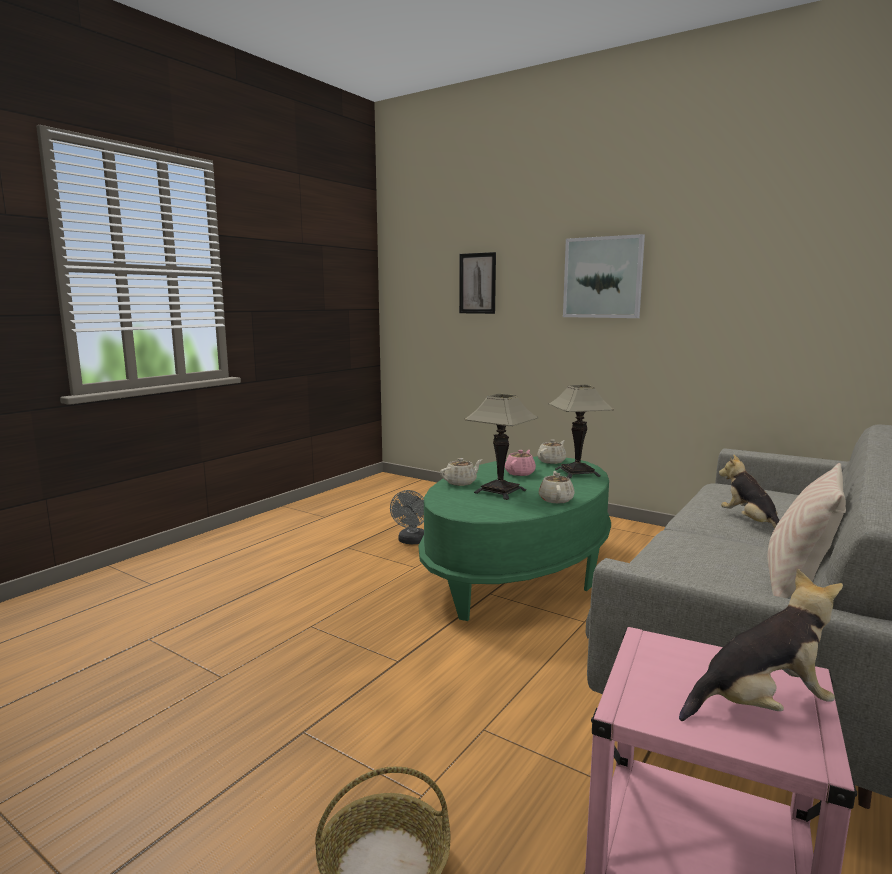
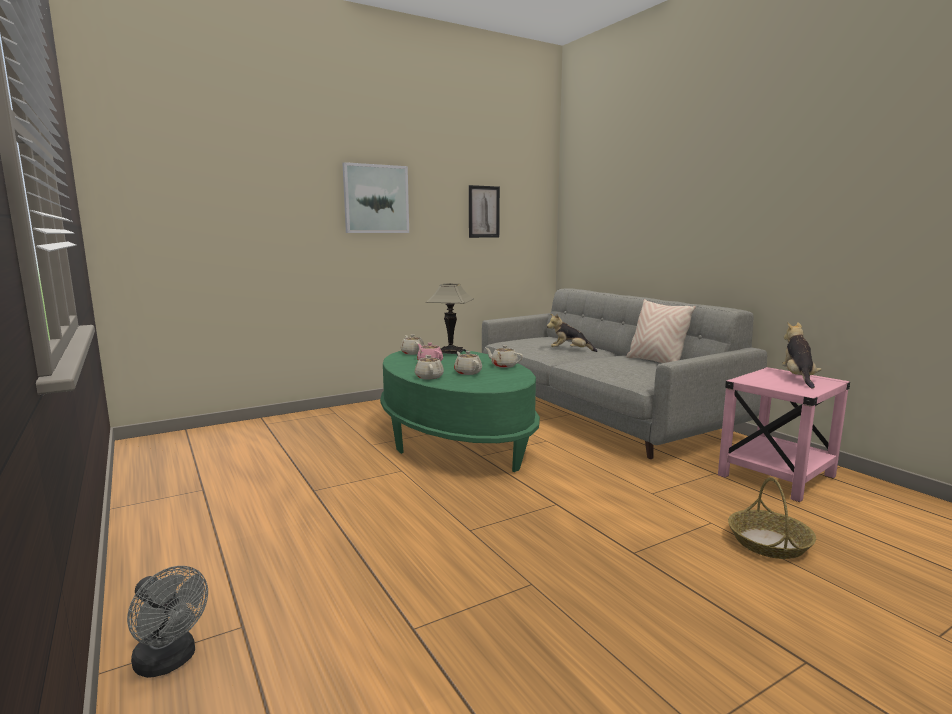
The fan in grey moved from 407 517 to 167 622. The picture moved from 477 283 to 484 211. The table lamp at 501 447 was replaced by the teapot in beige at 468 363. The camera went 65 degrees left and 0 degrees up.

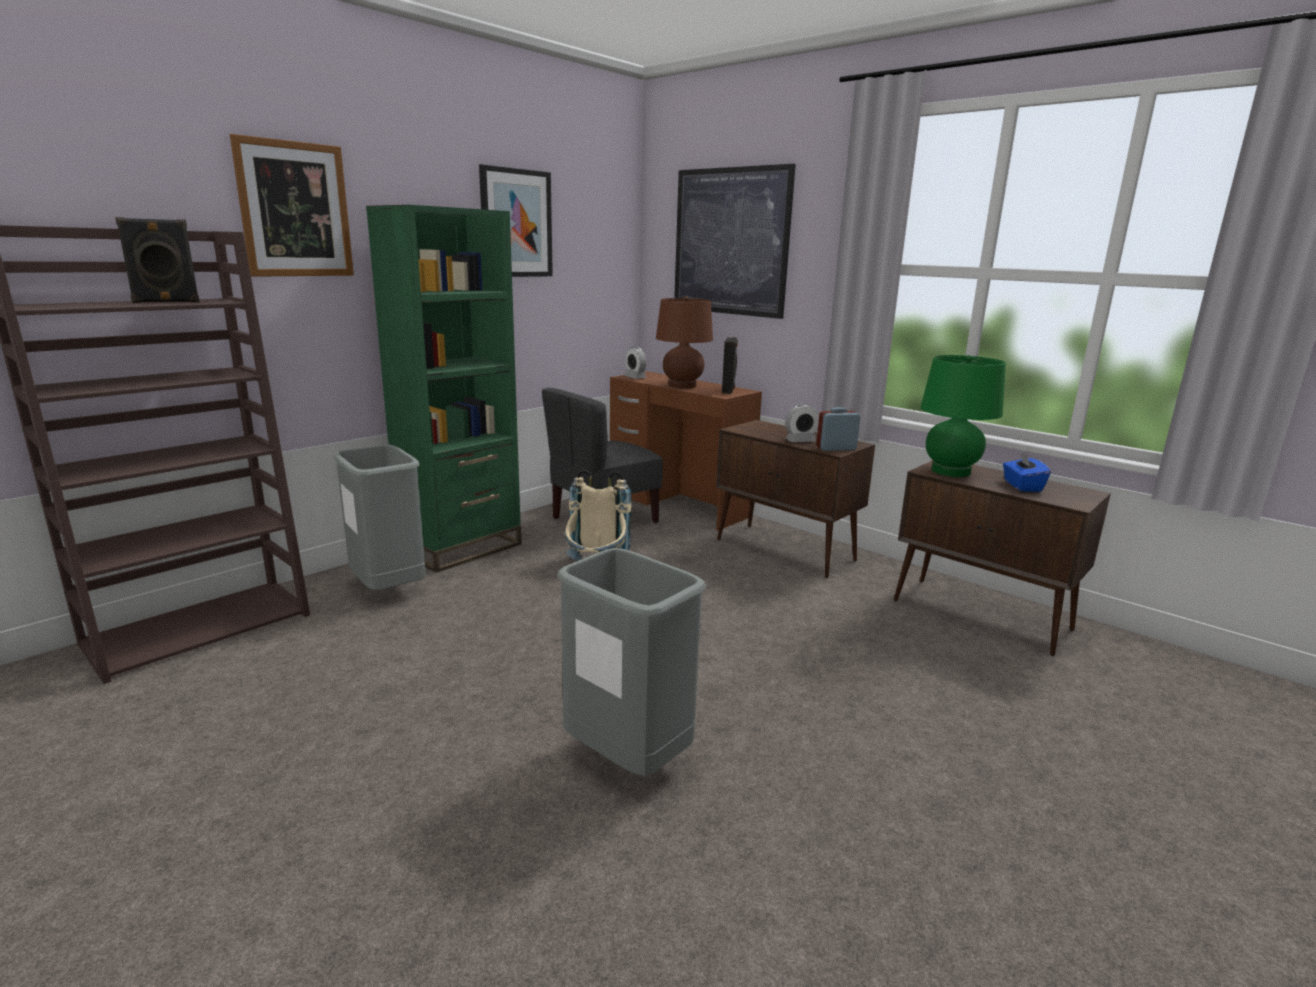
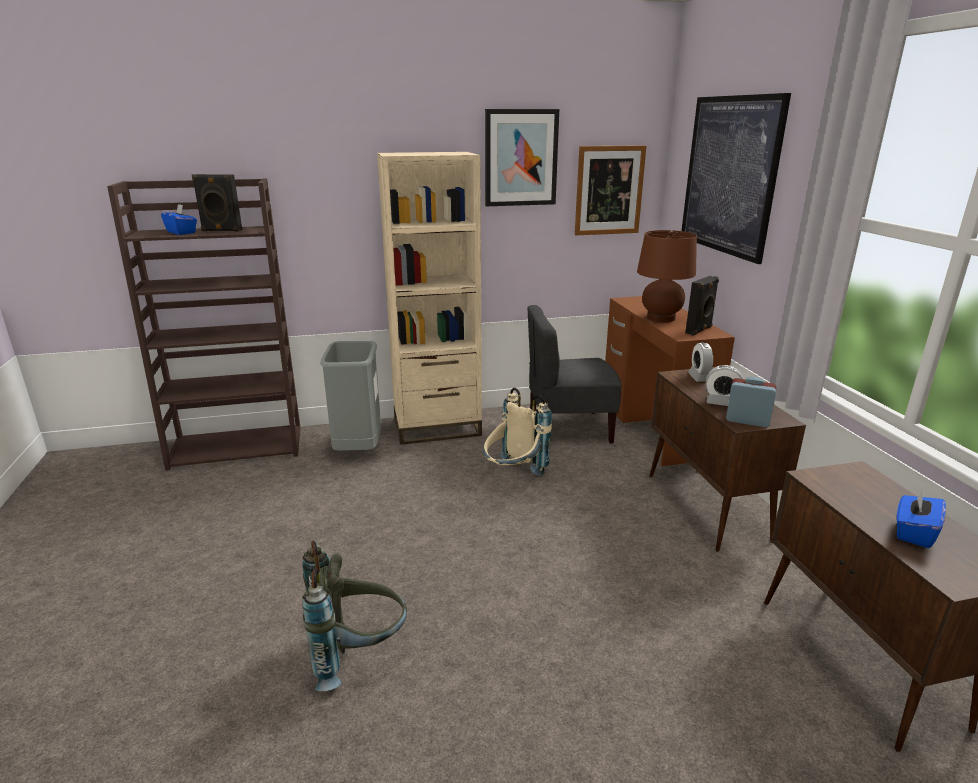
The picture moved from 292 205 to 610 190. The bookcase in green at 444 389 became the bookcase in beige at 429 298. The trash can in grey at 631 662 was replaced by the backpack in grey at 354 616. The alarm clock moved from 635 363 to 700 362. The table lamp in green at 963 416 disappeared. The tissue box in blue at 179 219 appeared. The camera went 35 degrees right and 5 degrees up.

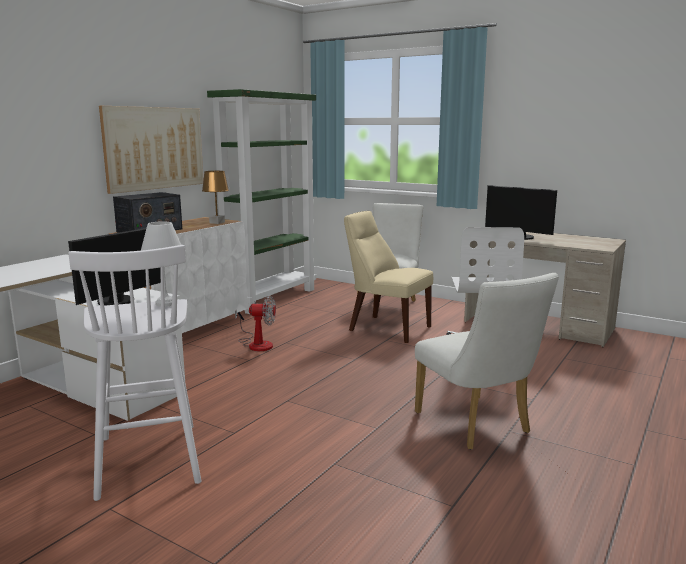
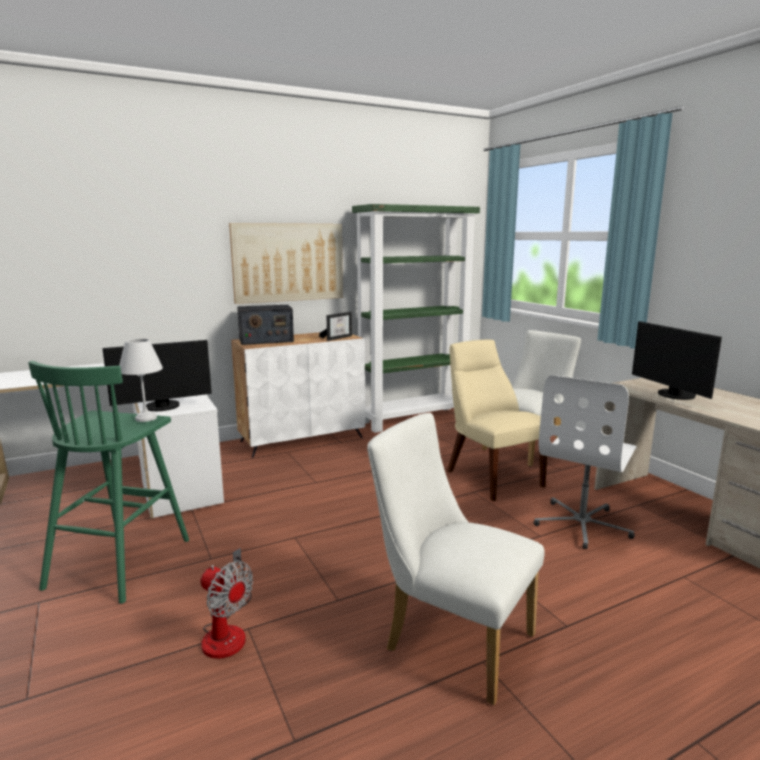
The stool in white at 134 373 became the stool in green at 108 482. The table lamp in brown at 215 197 was replaced by the picture frame at 335 326. The fan moved from 255 323 to 227 603. The chair in white at 487 361 turned 120 degrees clockwise. The camera went 30 degrees right and 0 degrees up.

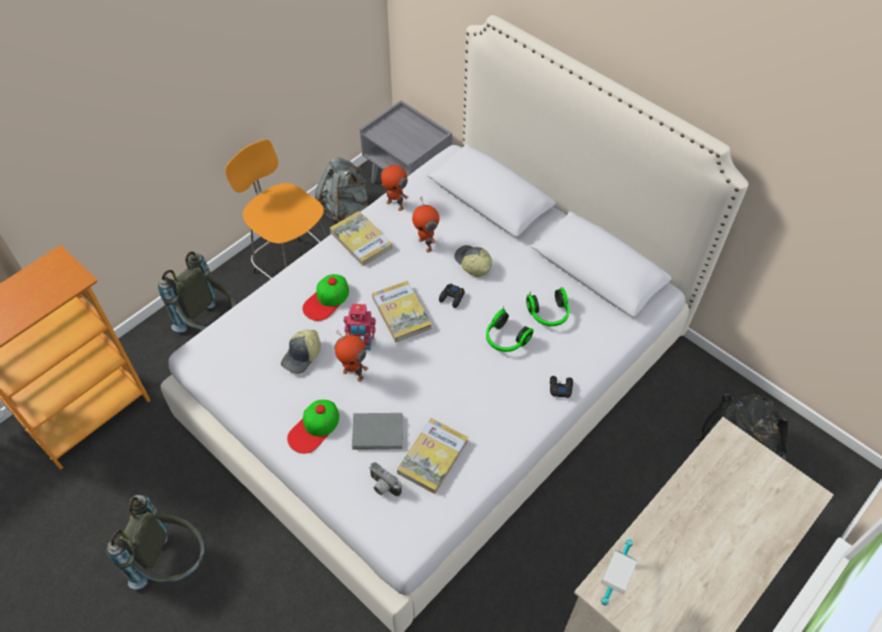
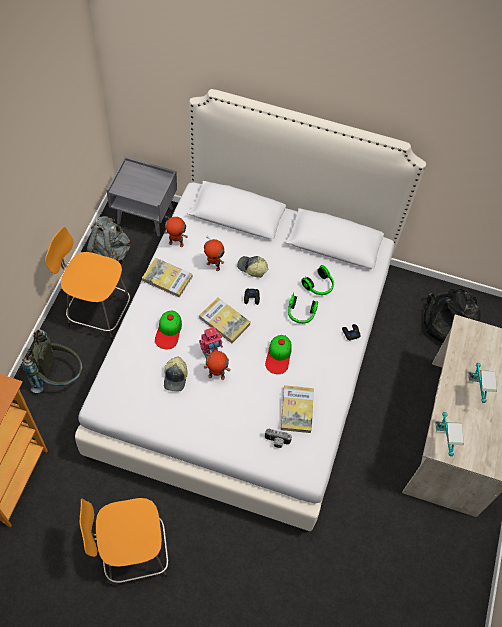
The backpack in grey at 155 542 was replaced by the stool in orange at 124 542. The cap moved from 313 427 to 278 354. The book in grey at 377 431 disappeared. The table lamp at 482 383 appeared. The camera went 30 degrees left and 5 degrees up.

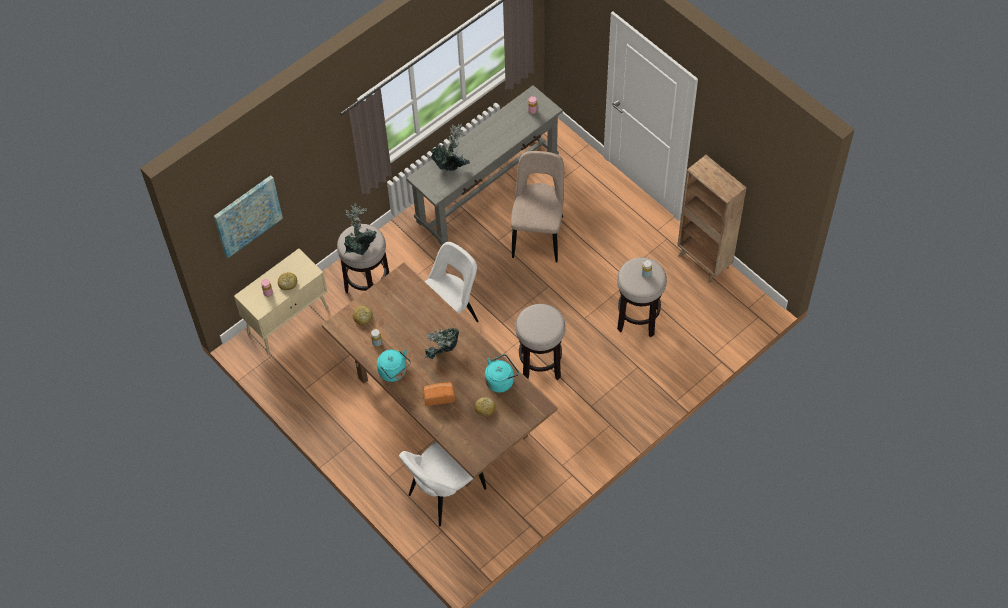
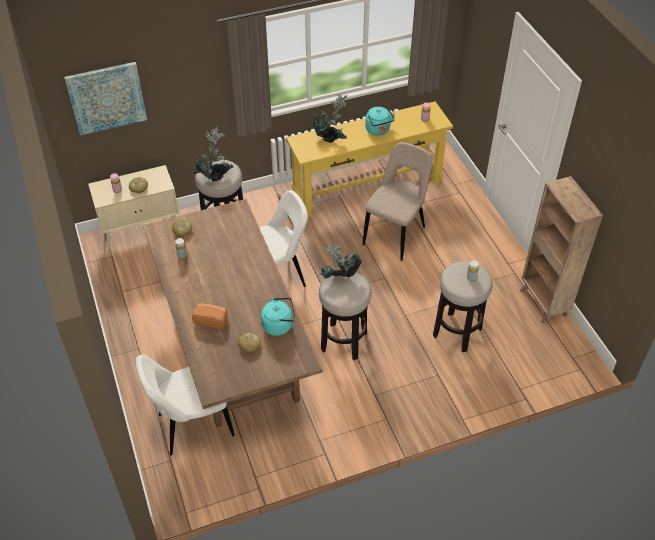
The kettle in turquoise moved from 394 366 to 380 121. The console table in grey at 484 165 became the console table in yellow at 369 159. The potted plant moved from 441 344 to 340 260. The camera went 20 degrees right and 10 degrees down.

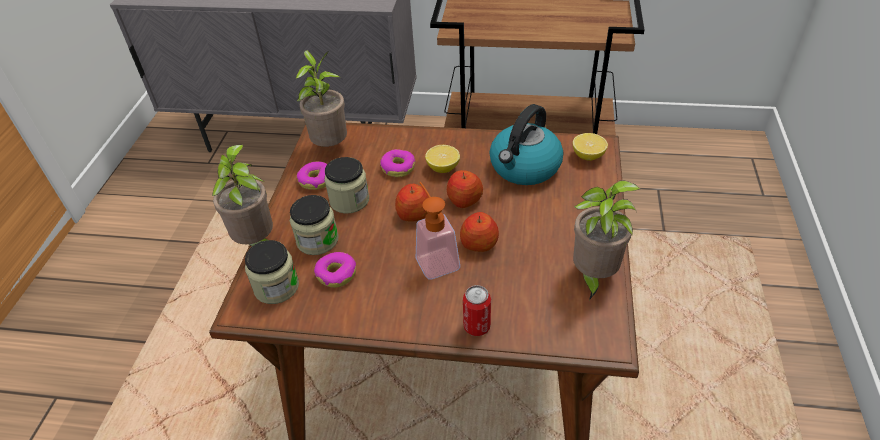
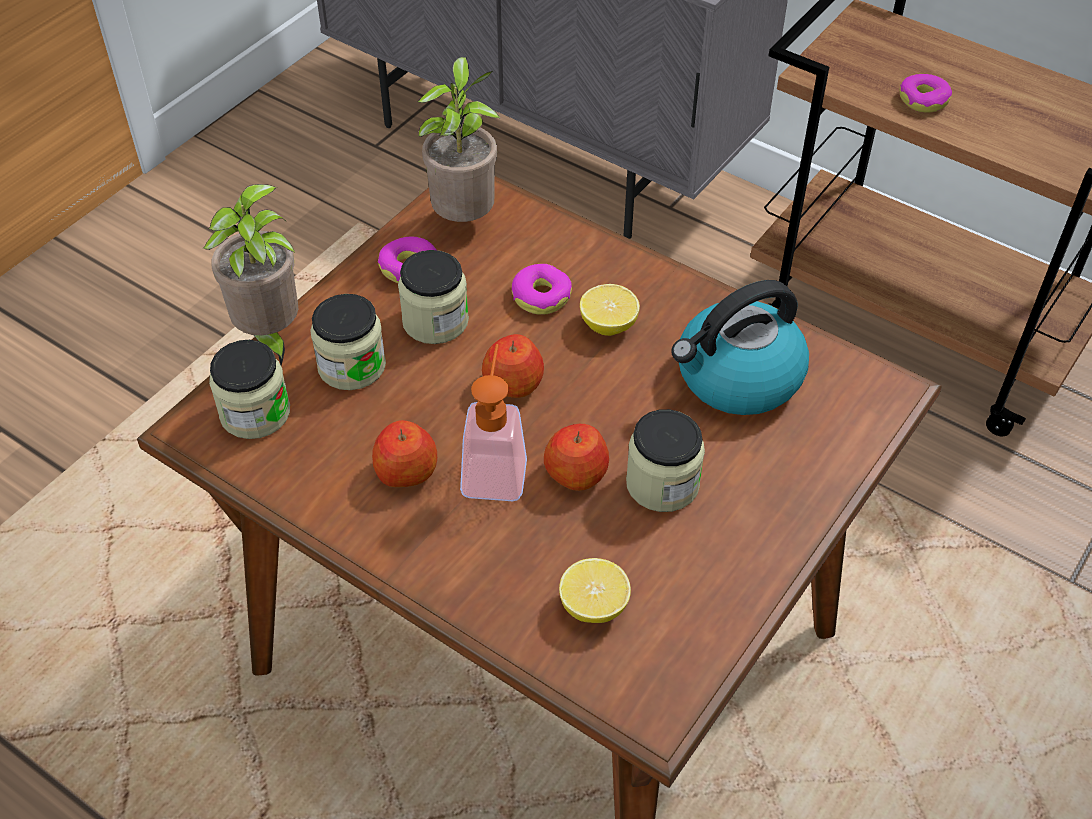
The donut moved from 335 270 to 926 93. The apple moved from 465 189 to 404 453. The can at 477 310 disappeared. The lemon moved from 590 147 to 595 590. The potted plant at 606 240 disappeared. The jar at 665 460 appeared. The camera went 25 degrees right and 5 degrees up.

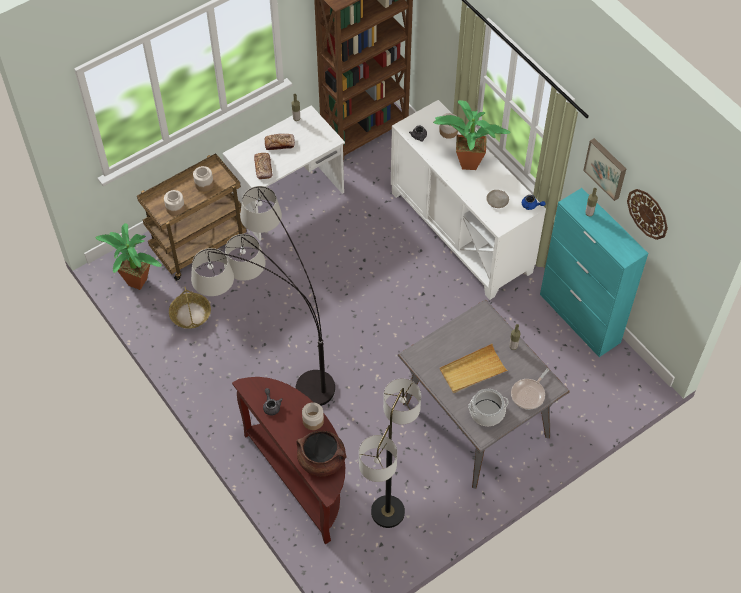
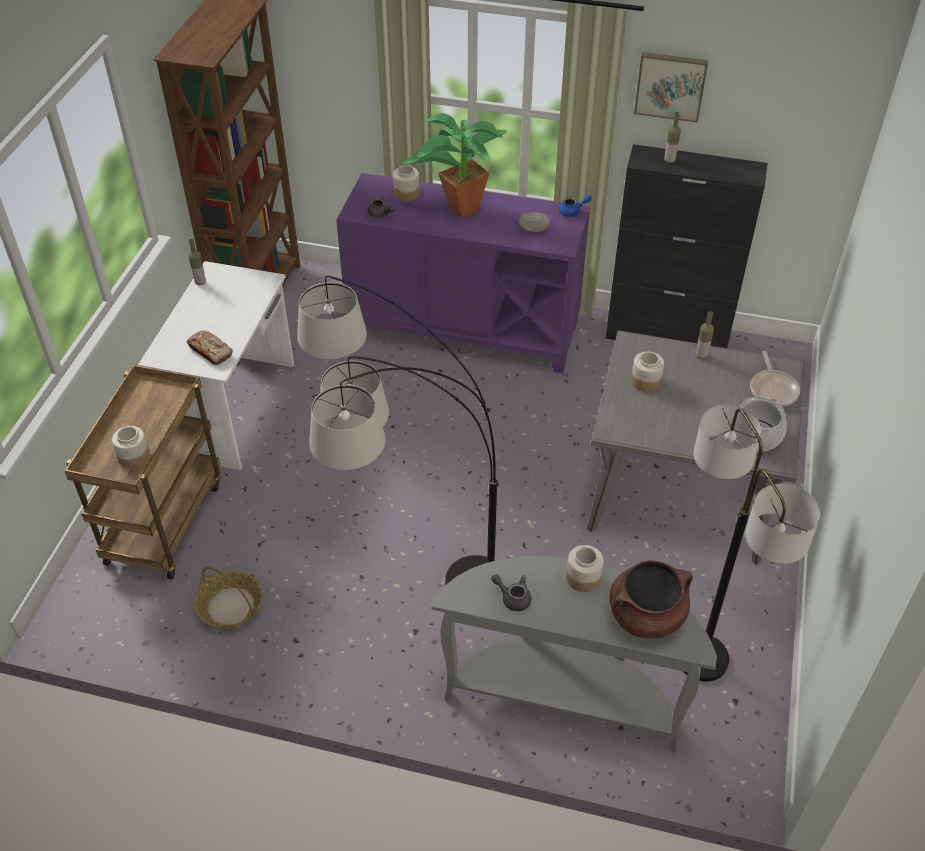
The potted plant at 128 256 disappeared. The jar moved from 203 179 to 647 372. The console table in brown at 288 460 became the console table in grey at 574 654. The bread at 279 142 disappeared. The cabinet in white at 468 200 became the cabinet in purple at 463 273. The tray in beige at 473 368 disappeared. The cabinet in turquoise at 594 272 became the cabinet in black at 687 246. The wall clock at 647 214 disappeared. The camera went 40 degrees left and 10 degrees down.

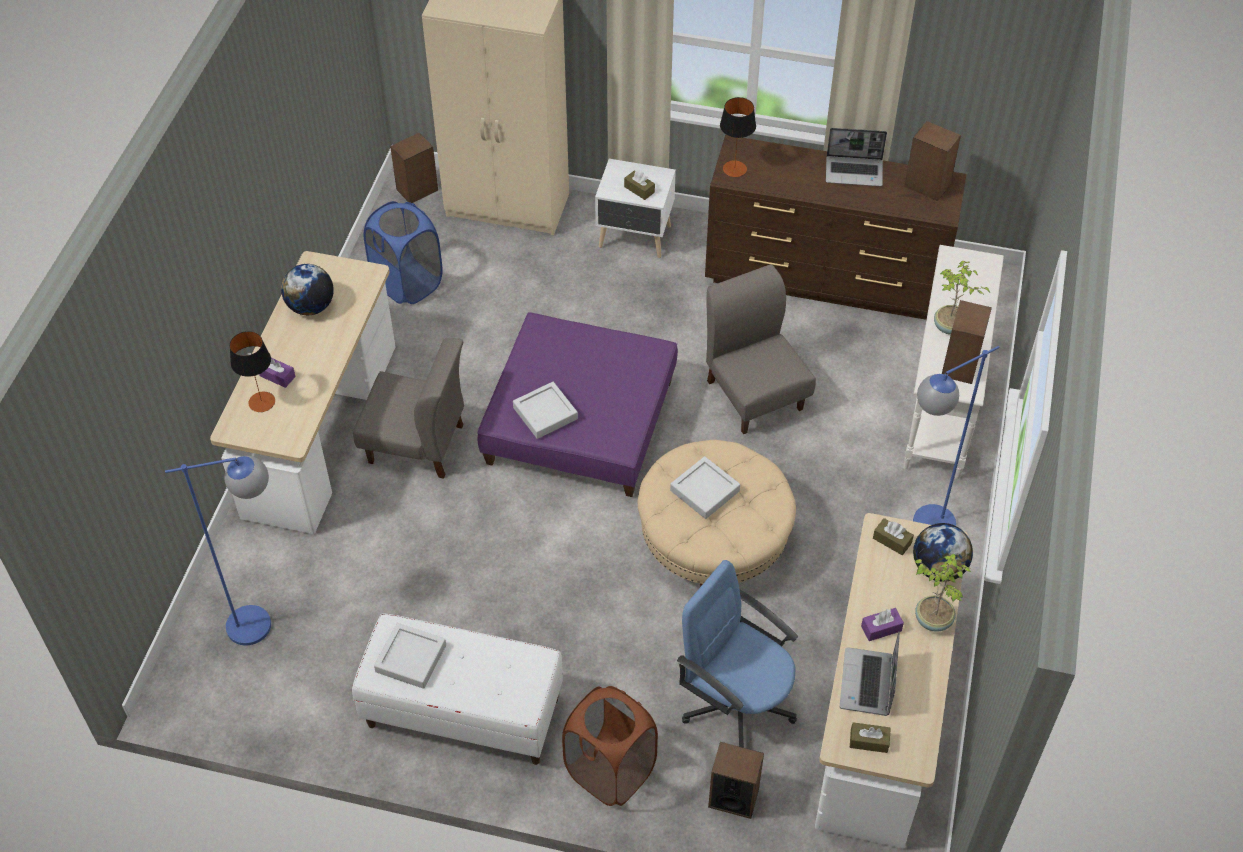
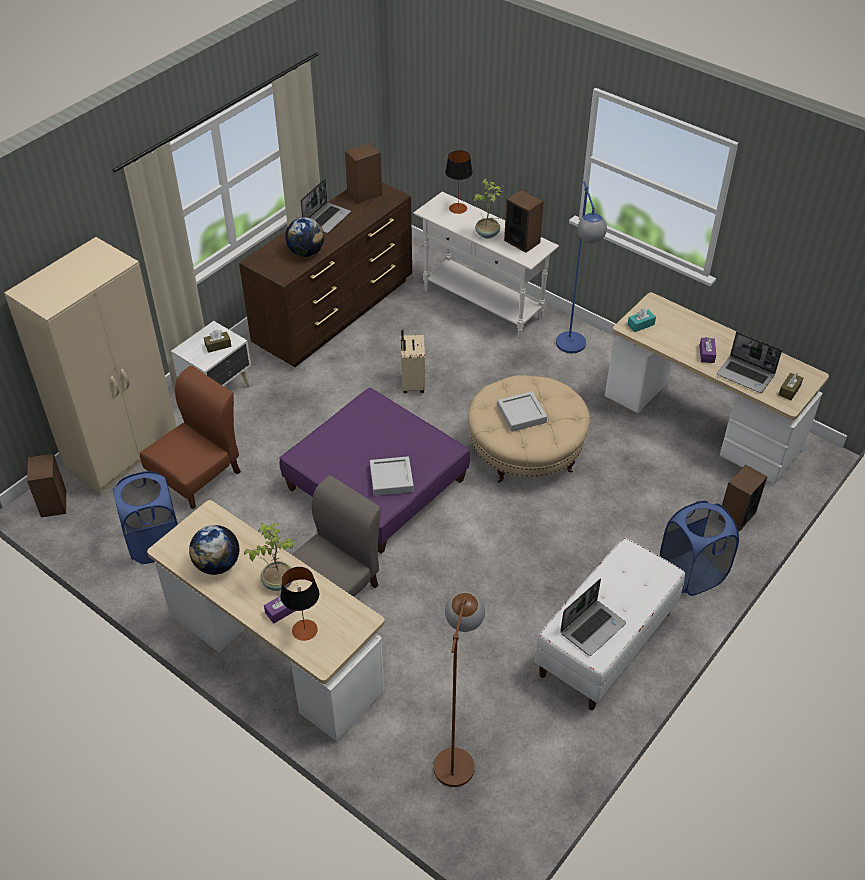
The floor lamp in blue at 218 550 became the floor lamp in brown at 459 689. The tray in grey at 410 656 was replaced by the laptop at 593 617. The laundry basket in brown at 610 746 became the laundry basket in blue at 699 548. The office chair in blue at 737 654 disappeared. The chair in grey at 761 349 was replaced by the suitcase in beige at 413 361. The table lamp moved from 738 137 to 459 182. The tissue box in brown at 893 536 became the tissue box in turquoise at 641 320. The globe moved from 943 552 to 304 237. The potted plant moved from 943 592 to 269 557. The chair in brown at 190 437 appeared. The camera went 65 degrees left and 5 degrees down.

